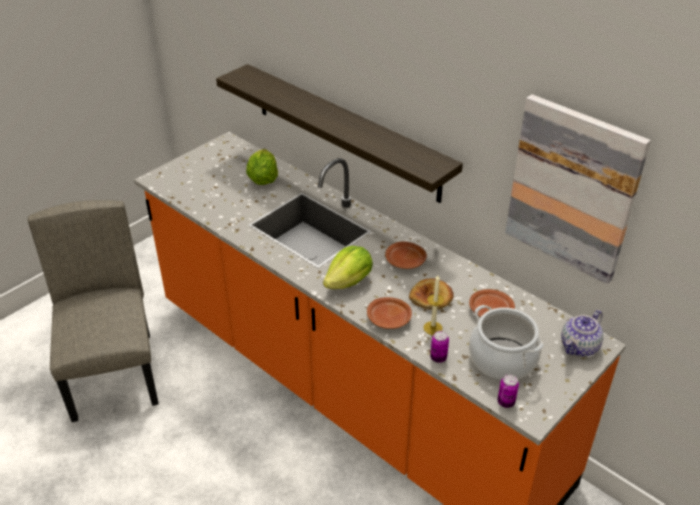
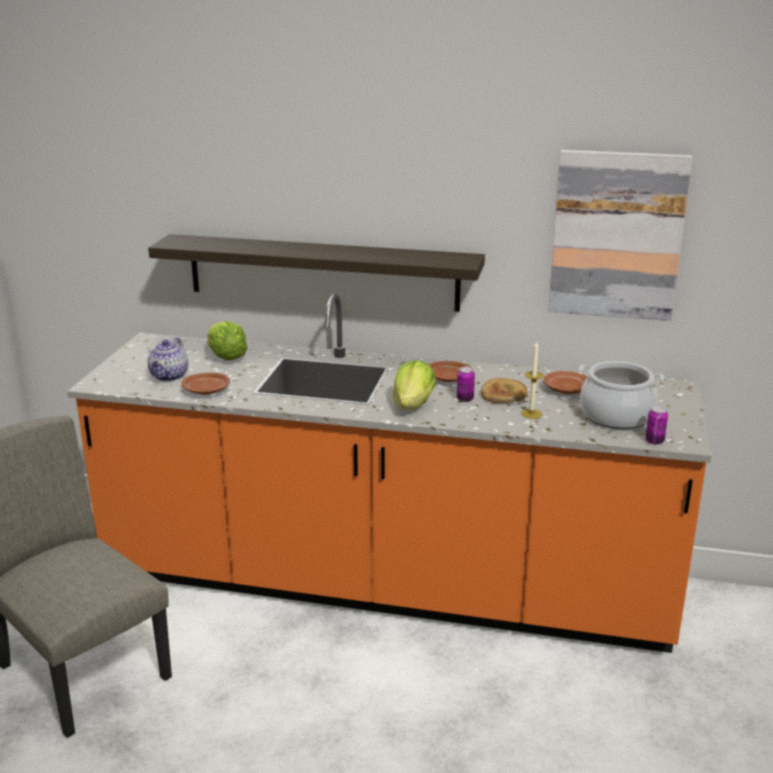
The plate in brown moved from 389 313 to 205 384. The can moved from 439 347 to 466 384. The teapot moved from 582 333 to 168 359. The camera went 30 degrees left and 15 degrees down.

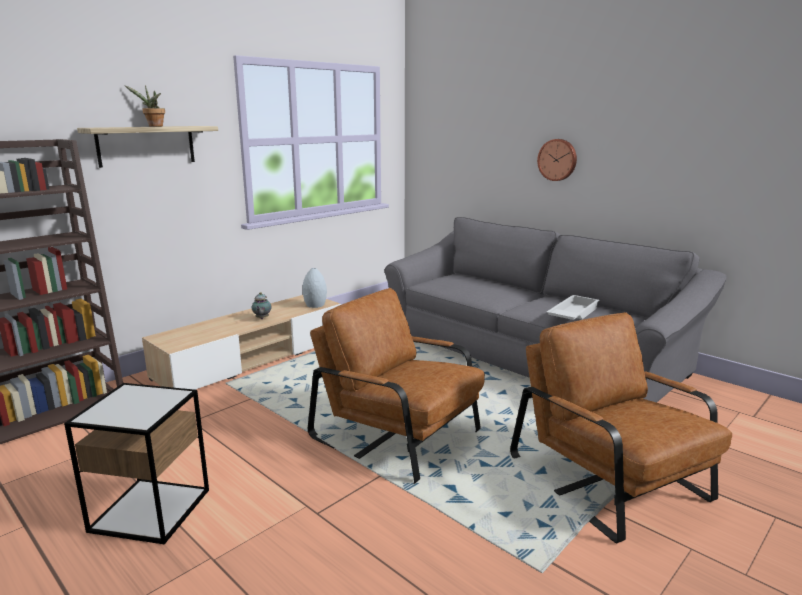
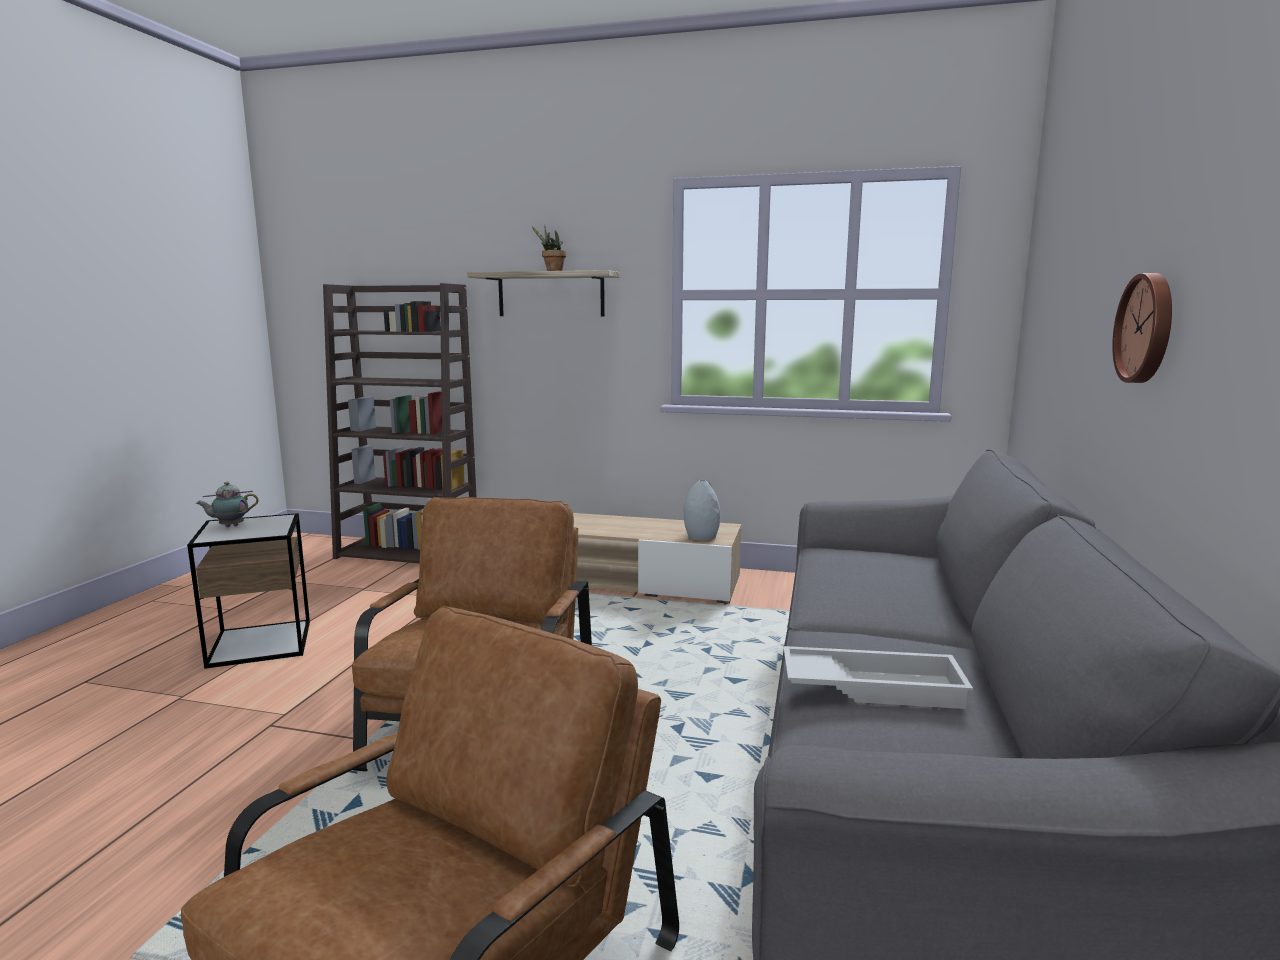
The teapot moved from 262 305 to 227 504. The camera went 60 degrees right and 5 degrees down.

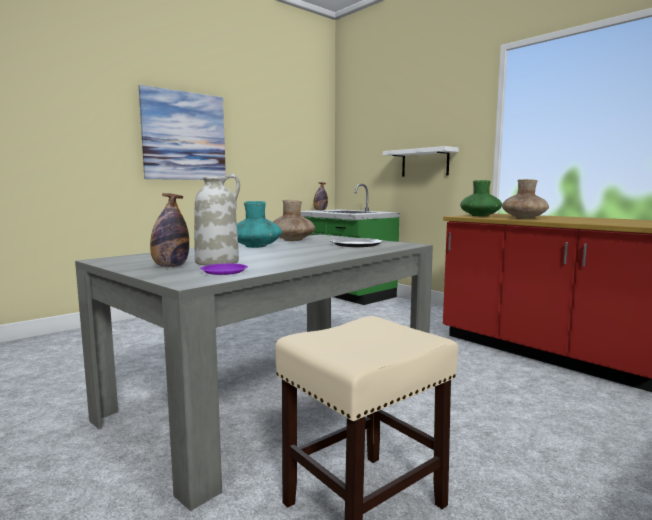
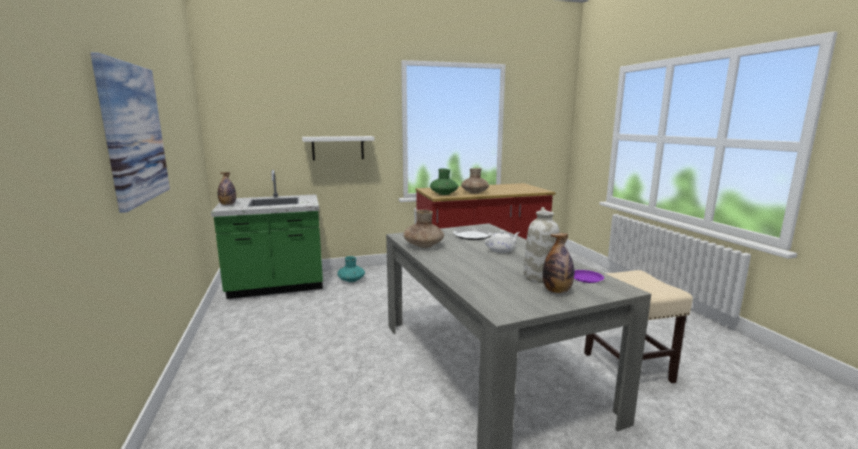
The vase in turquoise moved from 259 224 to 351 269. The teapot in white at 502 241 appeared. The camera went 65 degrees left and 5 degrees up.

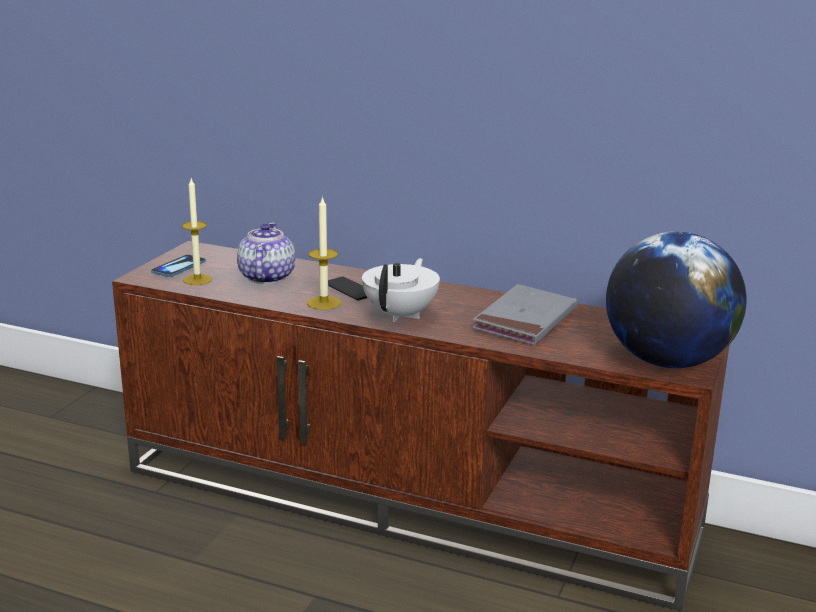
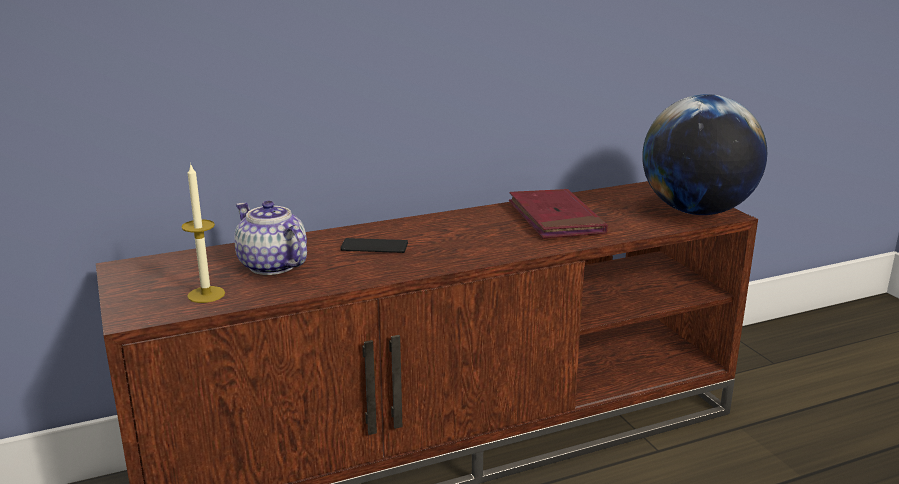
The phone at 178 266 disappeared. The candle at 324 253 disappeared. The teapot in white at 401 290 disappeared. The book in grey at 524 314 became the book in red at 558 213. The camera went 45 degrees left and 0 degrees up.

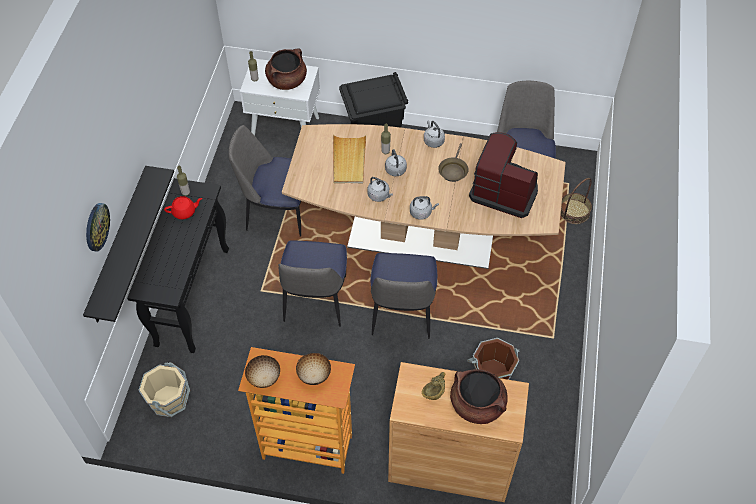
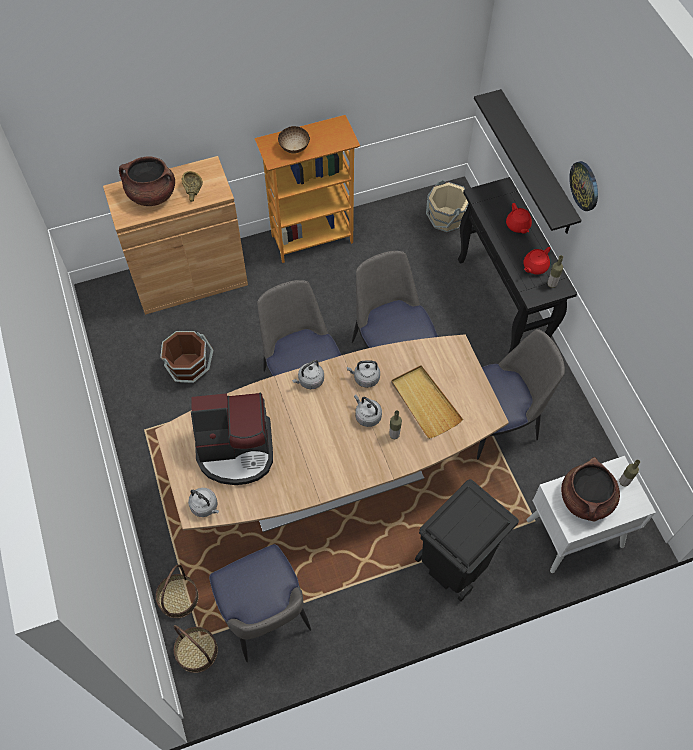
The wall clock moved from 98 227 to 583 186. The bowl at 262 371 disappeared. The kettle in grey moved from 434 134 to 203 502. The frying pan in brown at 453 162 disappeared. The basket at 196 649 appeared. The teapot in red at 519 218 appeared. The camera went 150 degrees right and 5 degrees up.

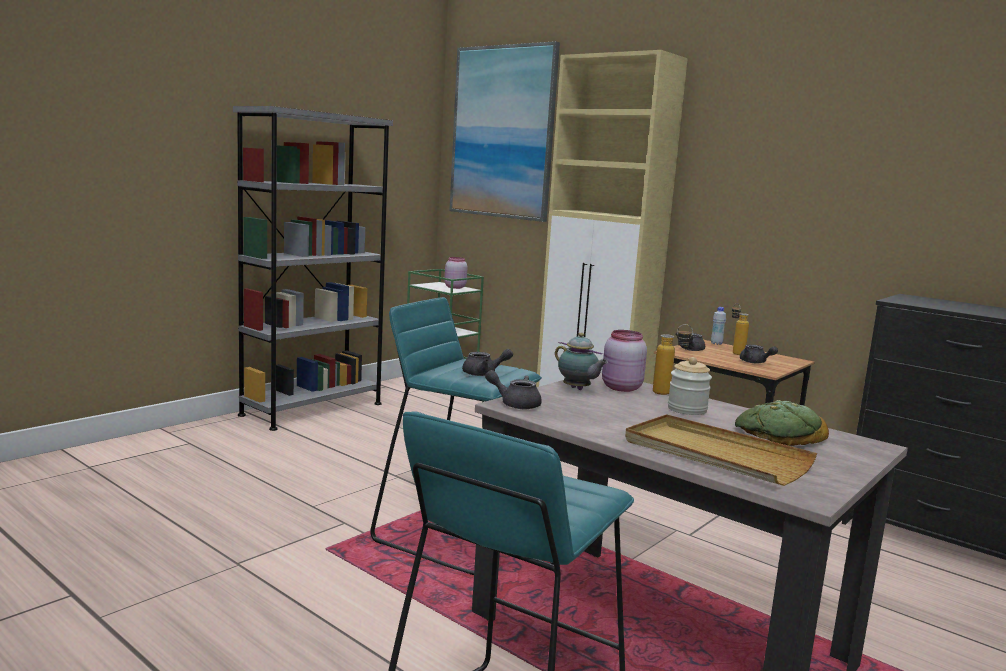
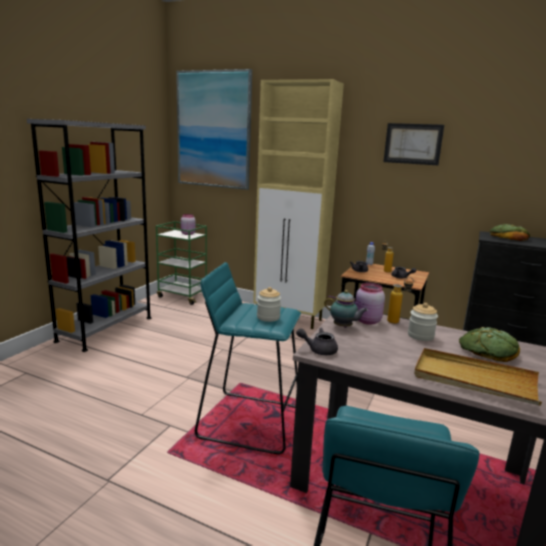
The teapot in grey at 487 362 was replaced by the jar at 269 304. The picture at 413 144 appeared. The bread at 510 232 appeared. The camera went 15 degrees left and 5 degrees up.

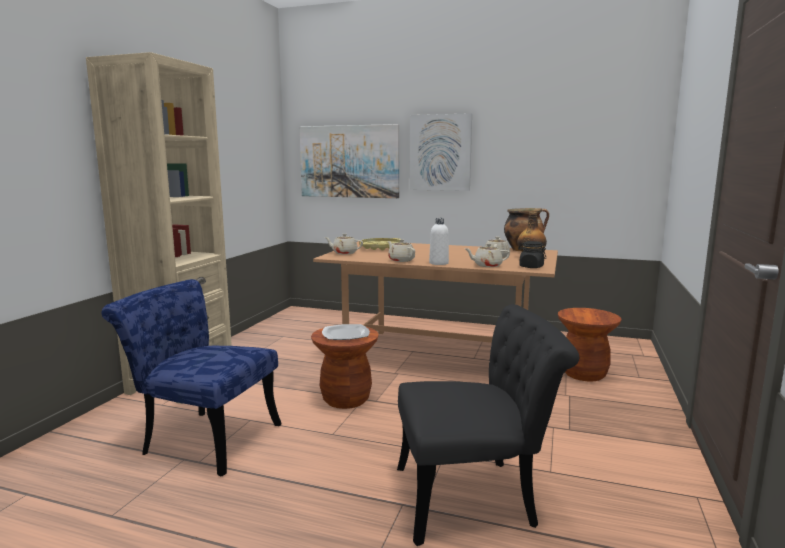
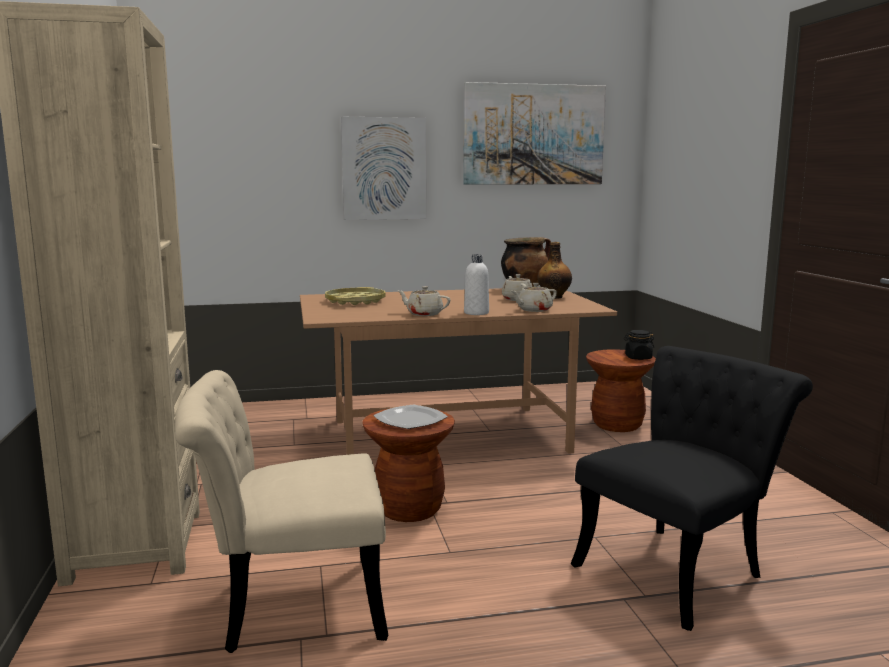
The chair in blue at 192 378 became the chair in beige at 281 511. The picture moved from 349 161 to 534 133. The teapot in beige at 344 244 disappeared. The jar in black moved from 532 254 to 639 345. The camera went 30 degrees left and 0 degrees up.

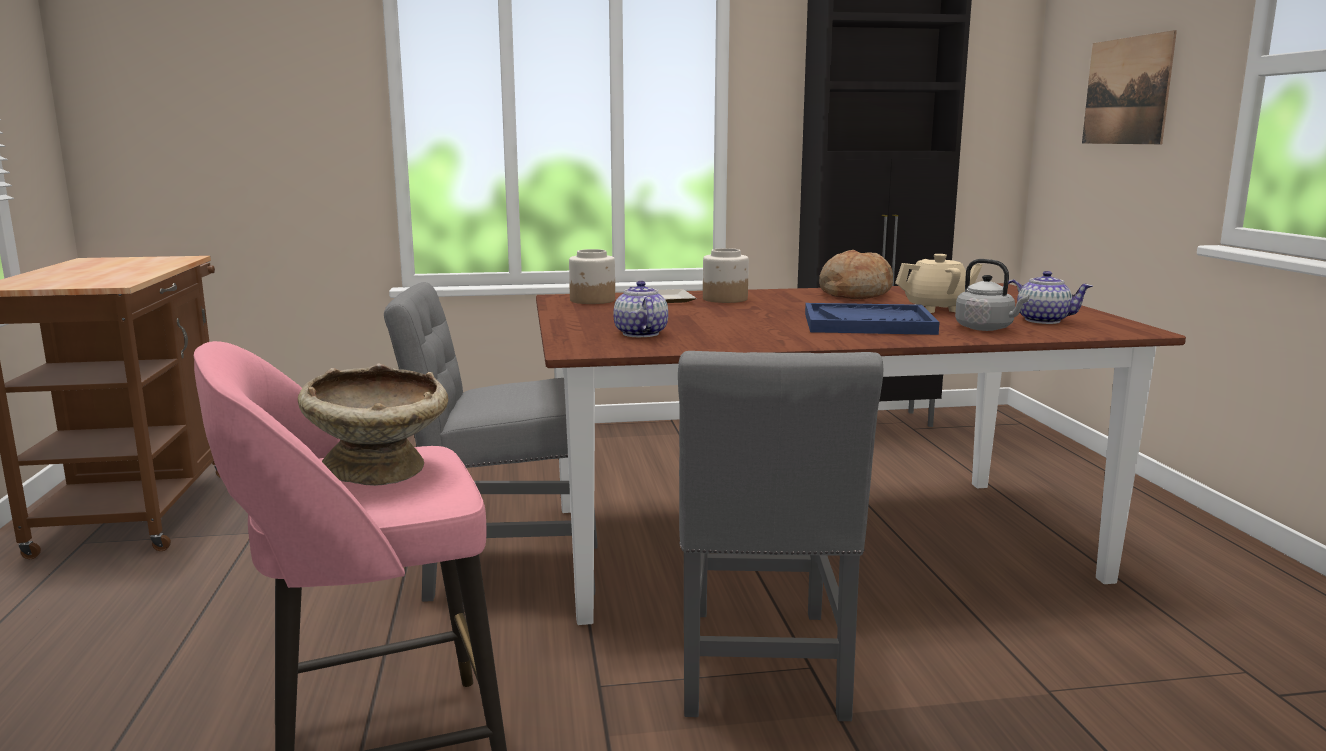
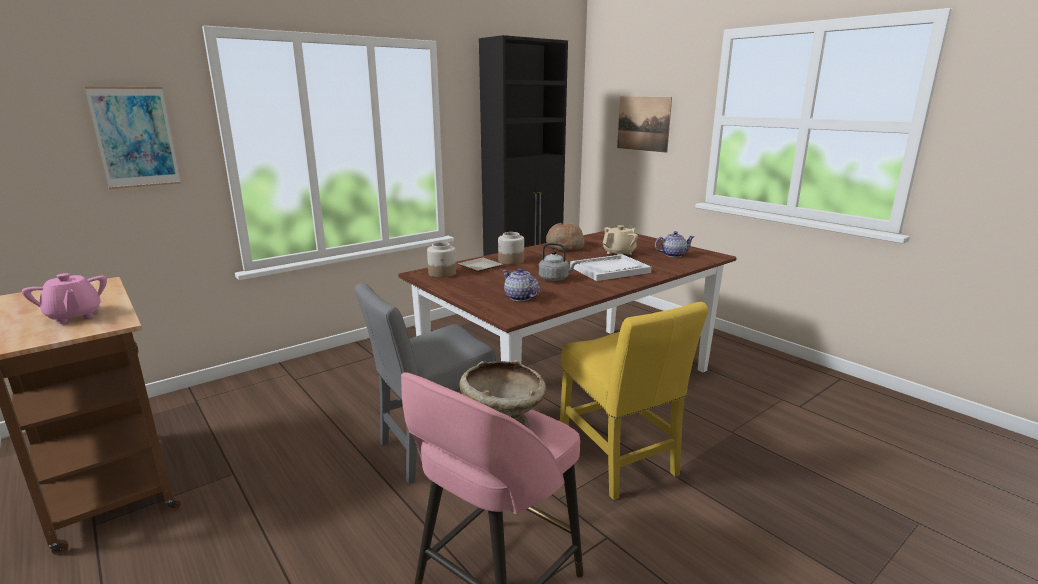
The chair in grey at 780 536 became the chair in yellow at 634 401. The tray in blue at 872 319 became the tray in white at 611 267. The kettle in grey moved from 992 295 to 558 262. The teapot in pink at 64 298 appeared. The picture at 133 138 appeared. The camera went 30 degrees left and 5 degrees up.

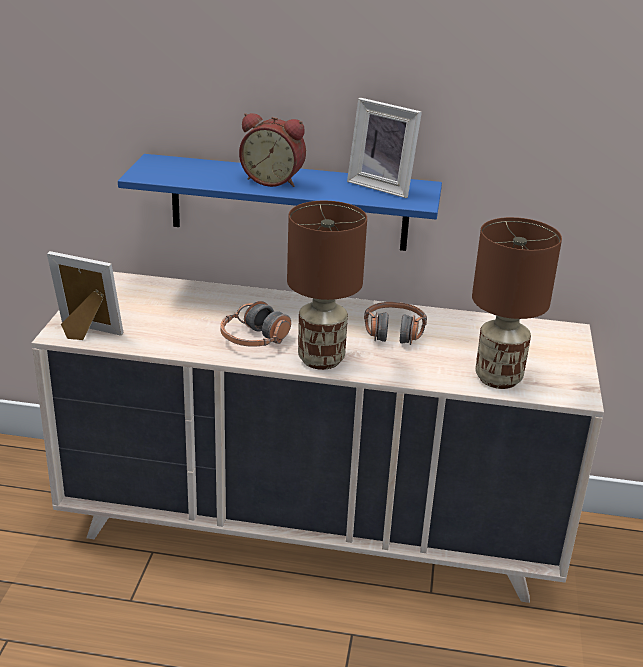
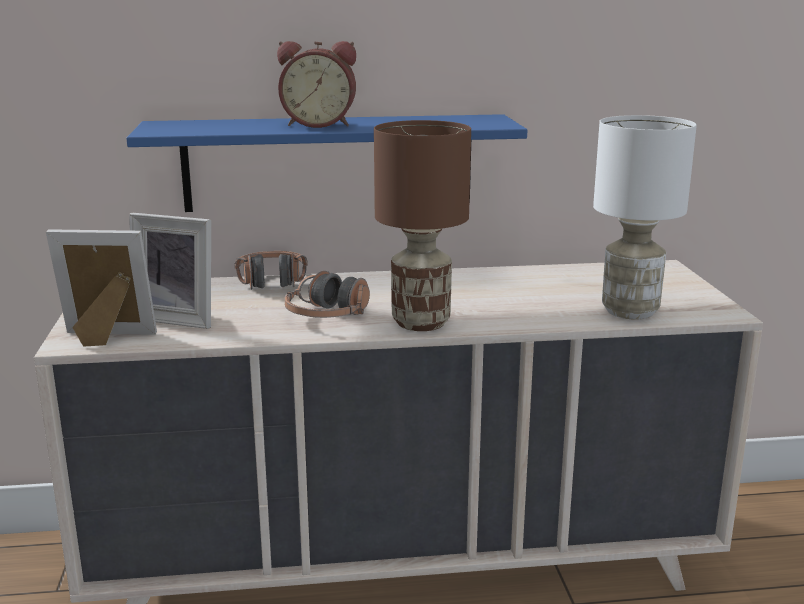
The picture frame moved from 384 148 to 170 271. The headphones moved from 395 323 to 271 270. The table lamp in brown at 517 303 became the table lamp in white at 645 217. The camera went 15 degrees left and 10 degrees down.

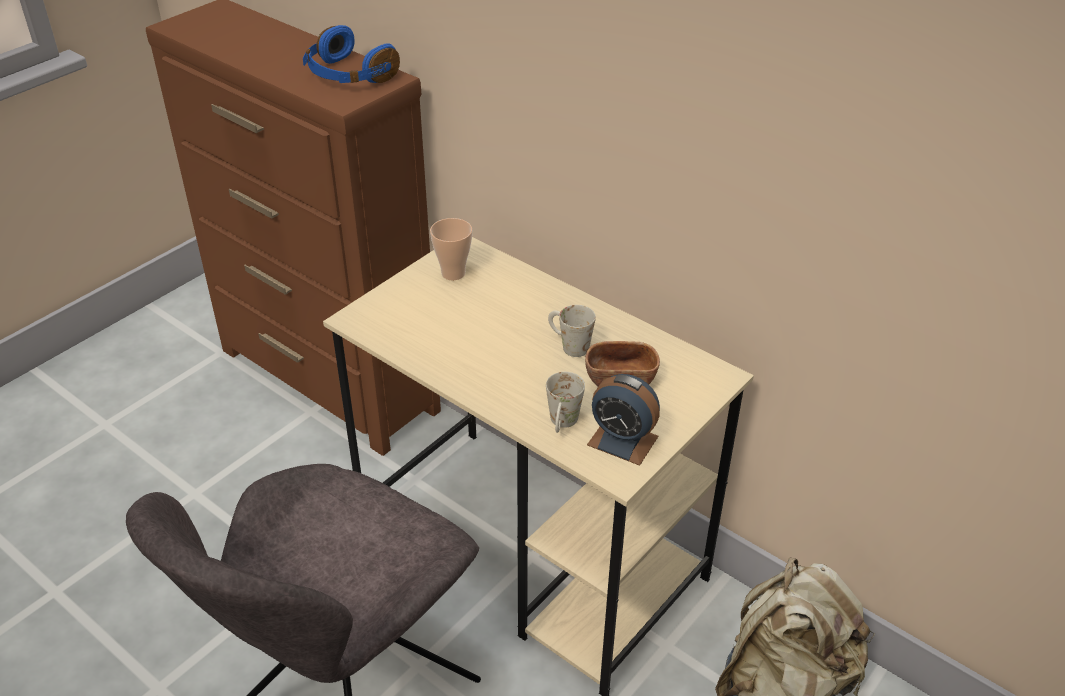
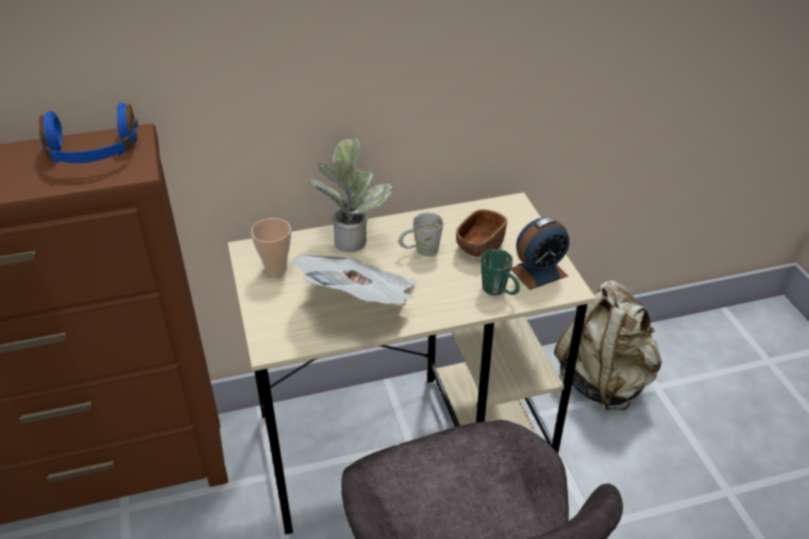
The mug in white at 565 402 became the mug in green at 500 272. The newspaper at 354 280 appeared. The potted plant at 351 195 appeared. The camera went 55 degrees left and 0 degrees up.

